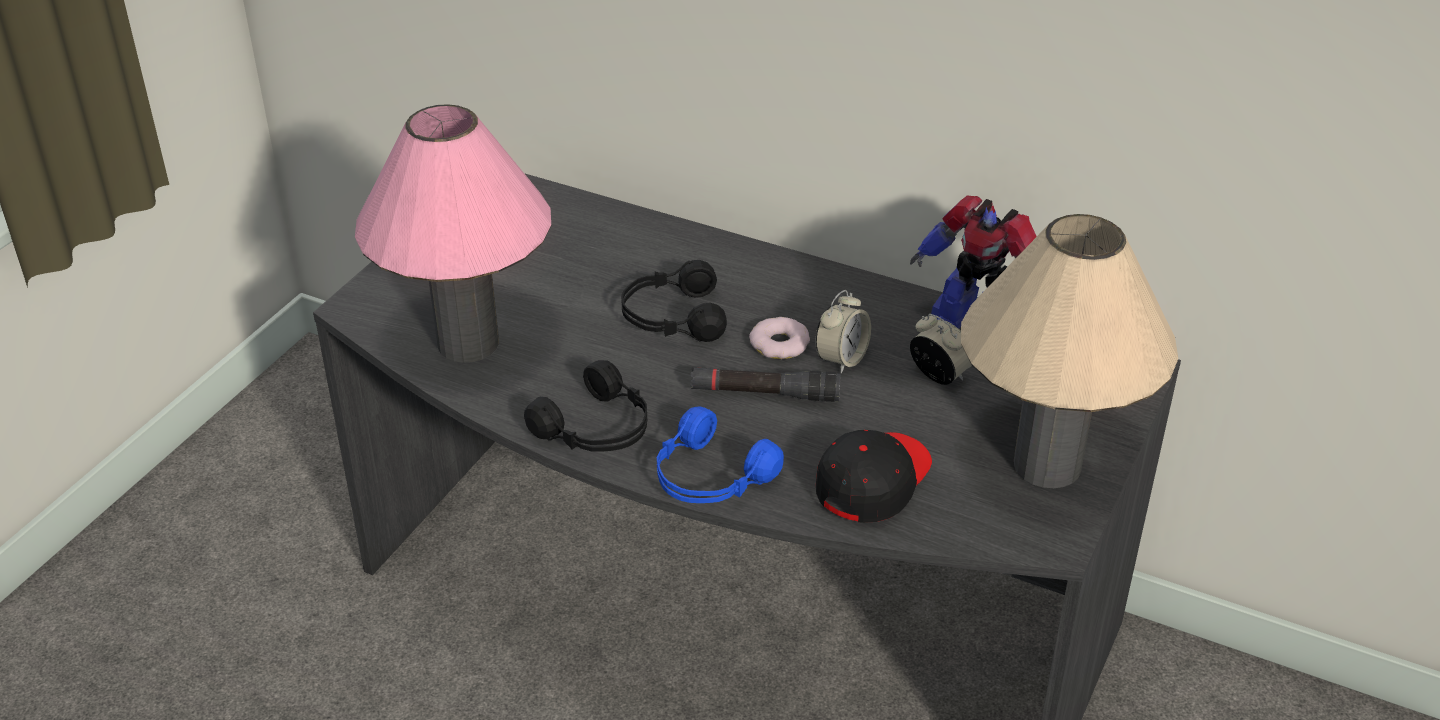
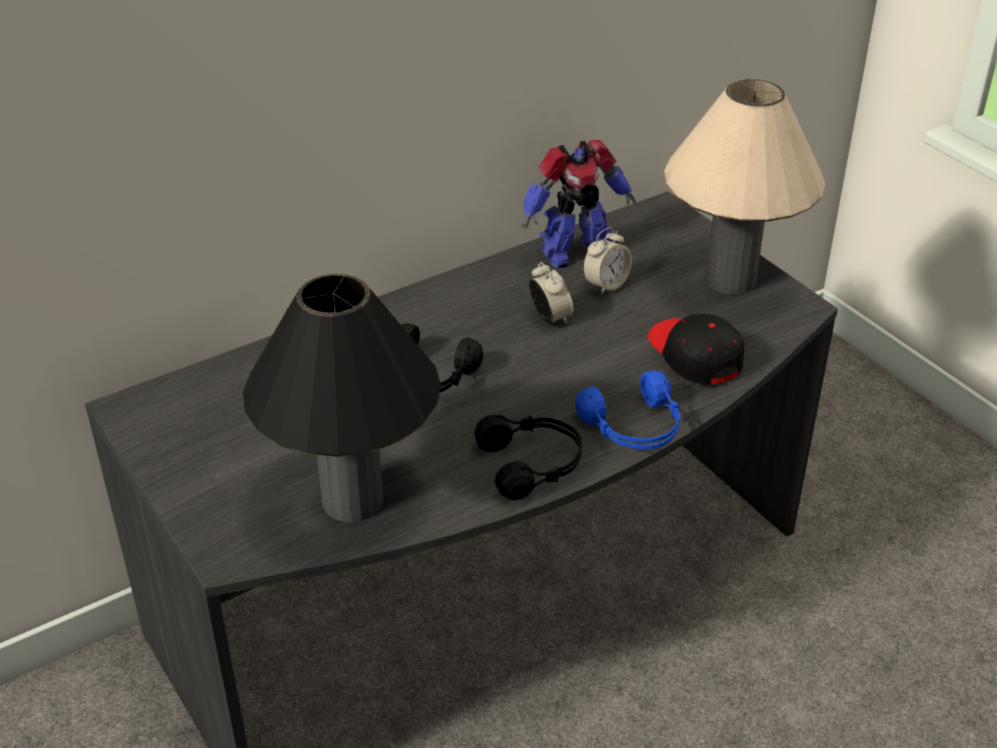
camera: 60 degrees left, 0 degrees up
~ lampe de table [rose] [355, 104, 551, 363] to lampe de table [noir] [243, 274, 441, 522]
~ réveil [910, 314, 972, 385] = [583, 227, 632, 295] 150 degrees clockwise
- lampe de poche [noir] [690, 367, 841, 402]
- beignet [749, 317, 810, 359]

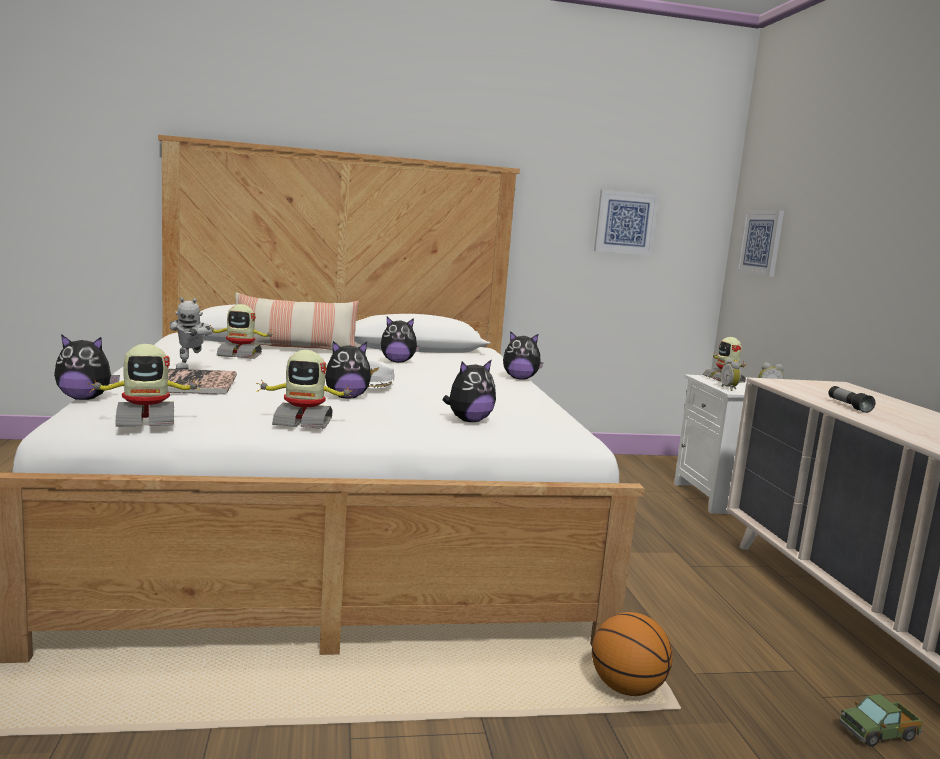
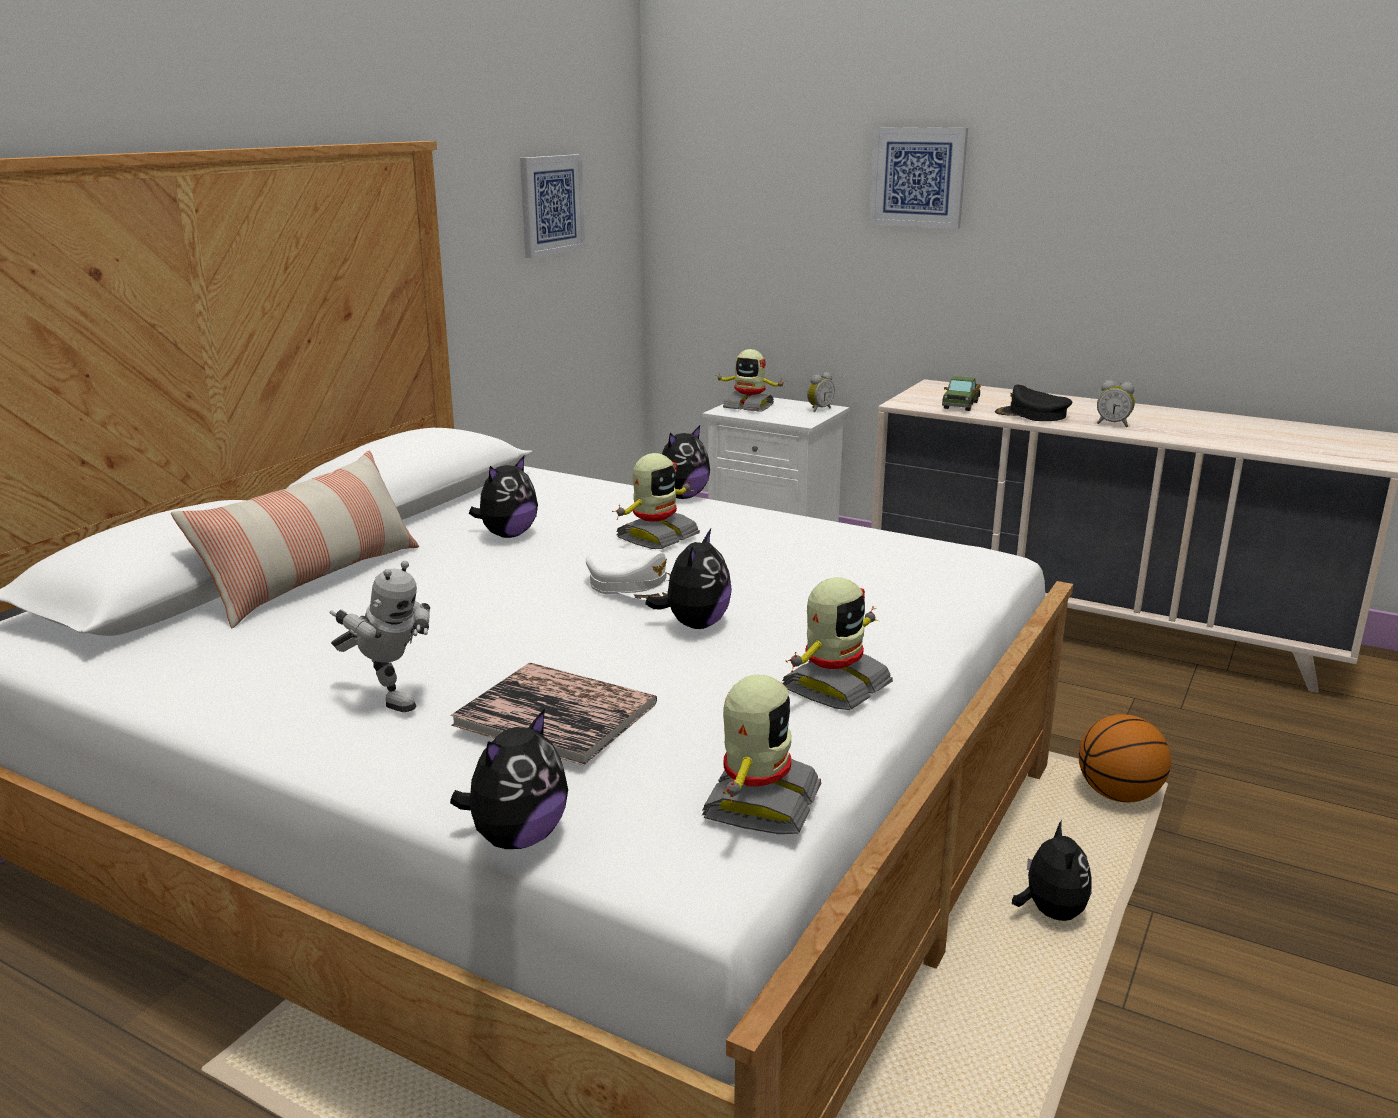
camera: 50 degrees left, 10 degrees up
~ robot jouet [210, 304, 276, 359] to [612, 453, 700, 549]
~ tableau [736, 210, 784, 277] to [869, 127, 968, 229]
~ camion jouet [839, 694, 923, 747] to [942, 376, 981, 411]
~ lampe de poche [829, 386, 876, 413] to casquette [noir] [995, 384, 1072, 421]
~ peluche [443, 359, 496, 422] to [1012, 820, 1092, 921]
~ réveil [721, 359, 741, 391] to [1097, 380, 1135, 427]

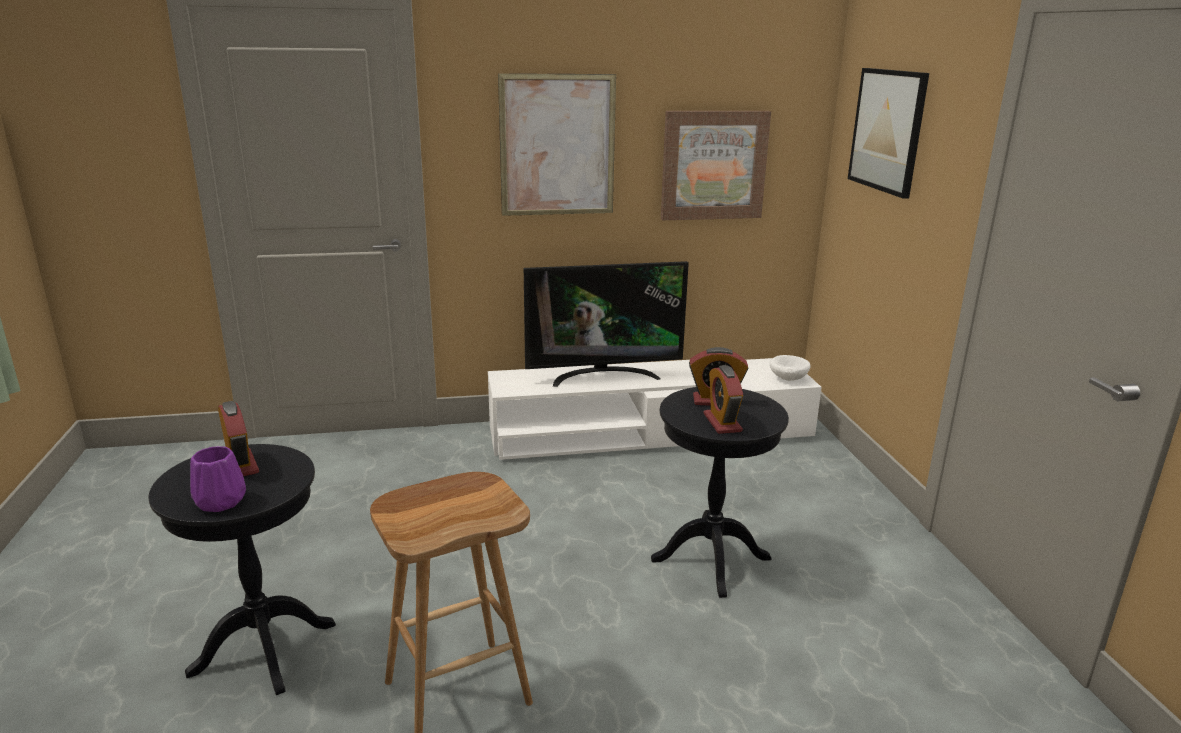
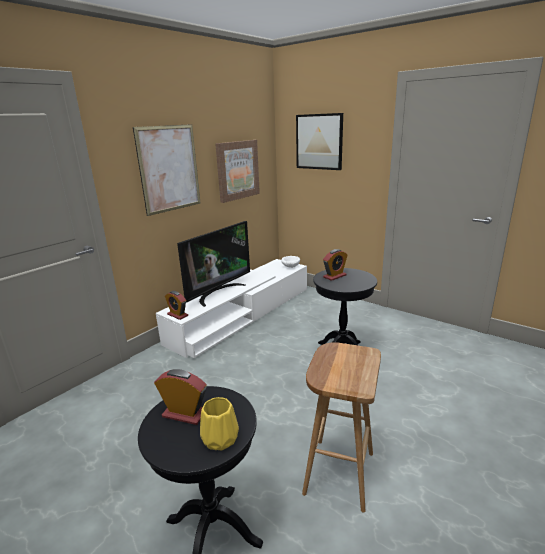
camera: 40 degrees left, 0 degrees up
~ réveil [704, 365, 743, 434] to [165, 291, 188, 320]
~ vase [violet] [190, 446, 246, 512] to vase [jaune] [200, 397, 239, 450]

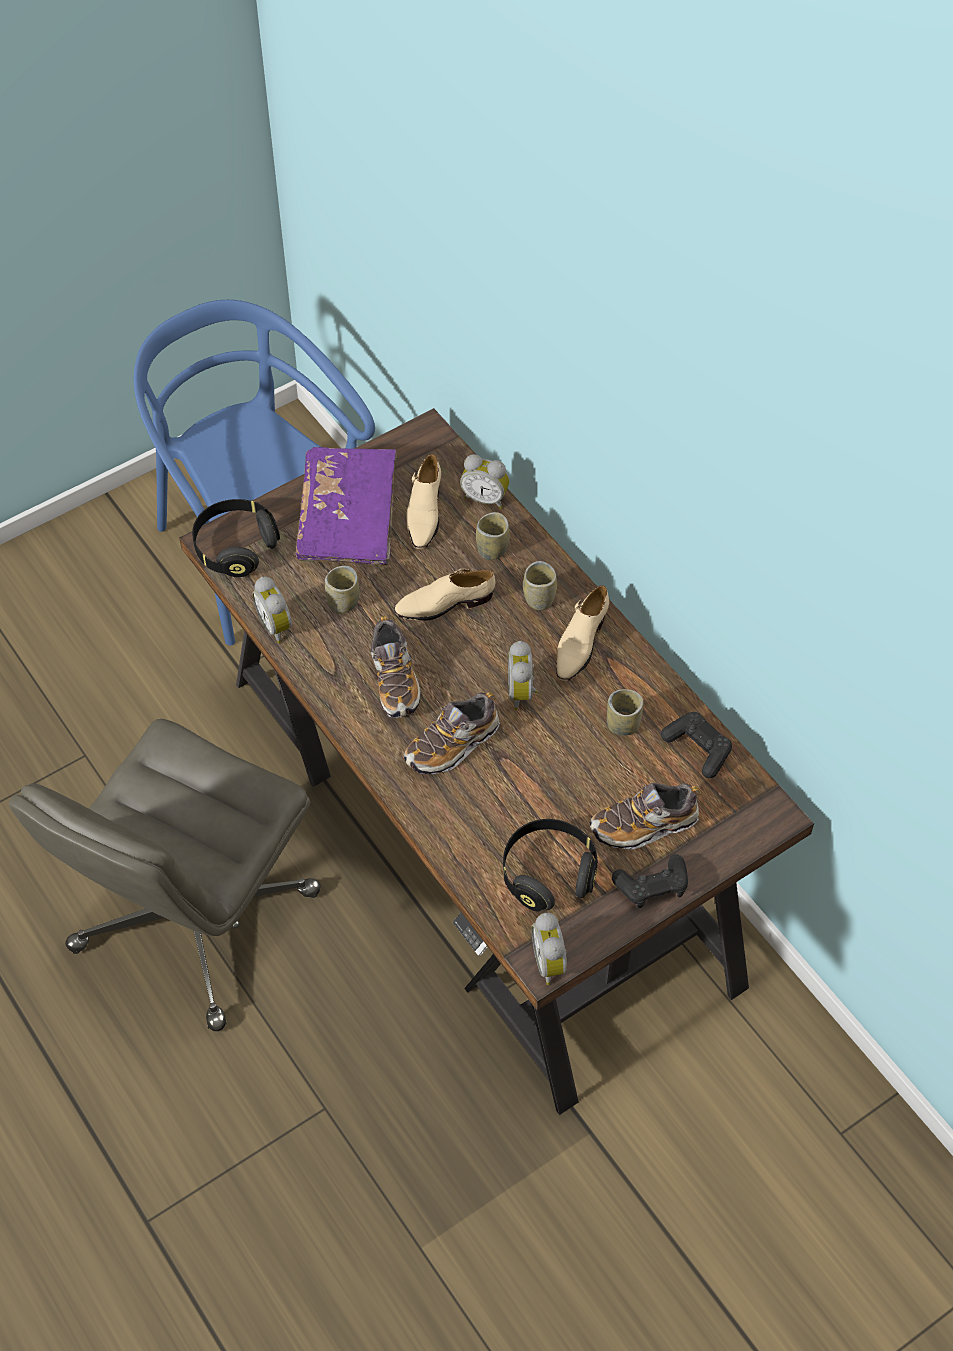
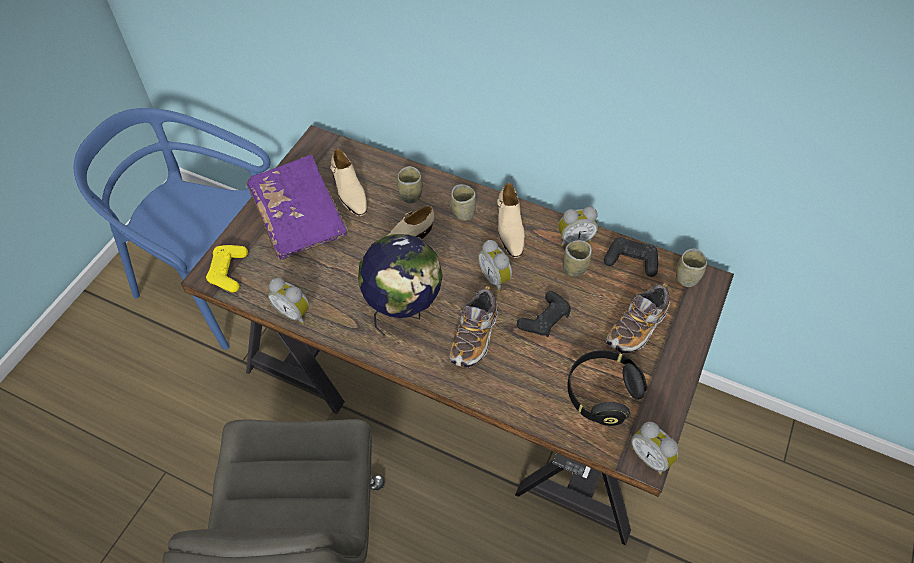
camera: 30 degrees left, 0 degrees up
~ casque audio [noir] [192, 499, 280, 577] to manette [jaune] [206, 245, 248, 292]
~ chaussure [371, 616, 421, 718] to globe [358, 234, 443, 336]
~ manette [noir] [612, 855, 688, 908] to [517, 291, 571, 337]
~ réveil [460, 454, 509, 509] to [558, 207, 598, 246]
~ tasse [325, 566, 359, 614] to [676, 248, 707, 287]

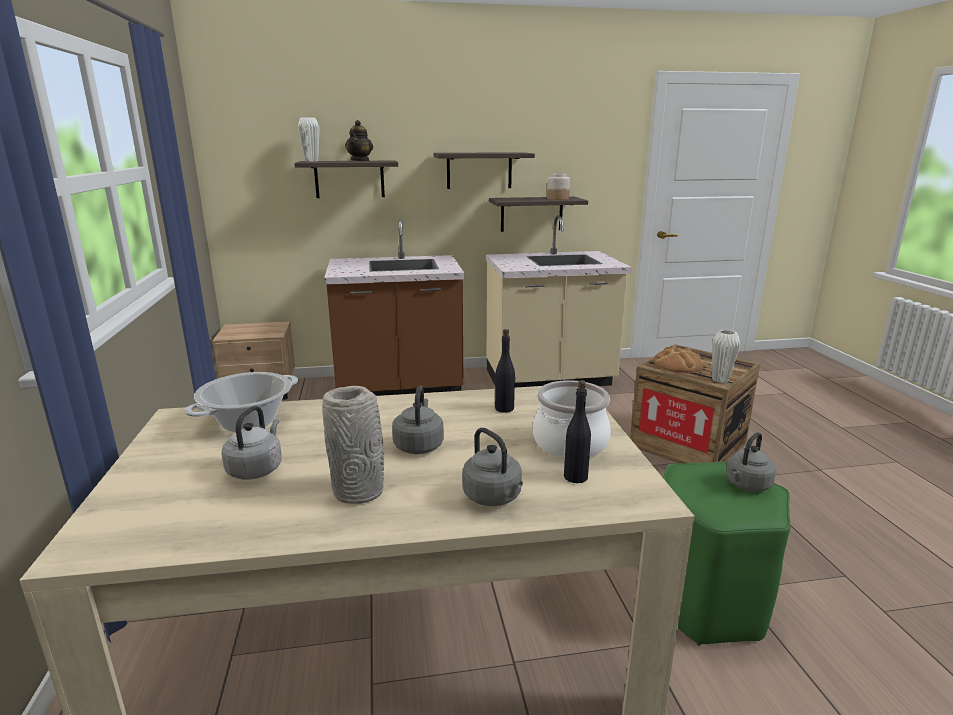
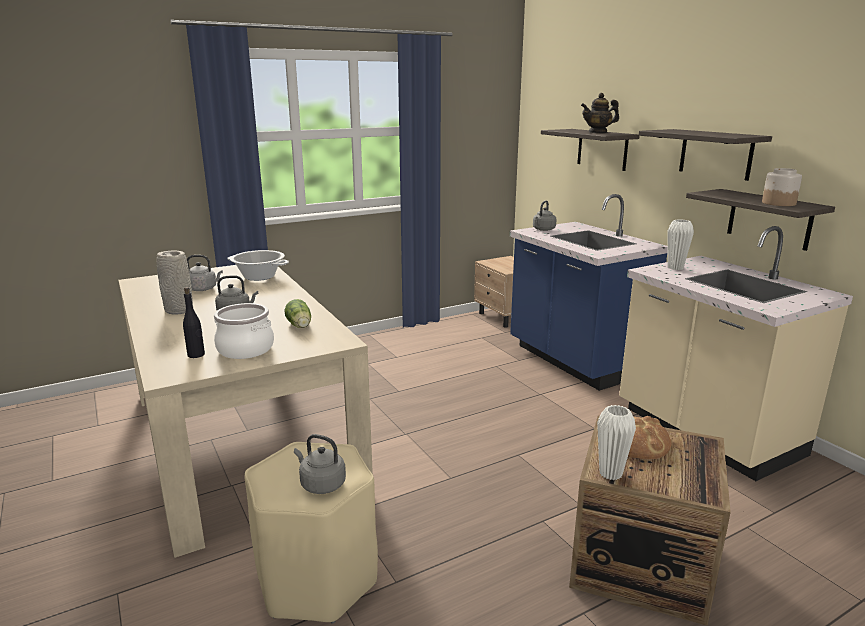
camera: 70 degrees right, 0 degrees up
~ tabouret [vert] [663, 462, 791, 645] to tabouret [beige] [244, 442, 378, 623]
~ bouteille [noir] [495, 329, 516, 413] to laitue [285, 299, 311, 328]
~ comptoir de cuisine [marron] [324, 218, 465, 396] to comptoir de cuisine [bleu] [510, 194, 668, 391]
~ bouilloire [gris] [462, 428, 523, 506] to [533, 201, 557, 231]
~ vase [blanc] [298, 117, 319, 162] to [668, 219, 694, 270]

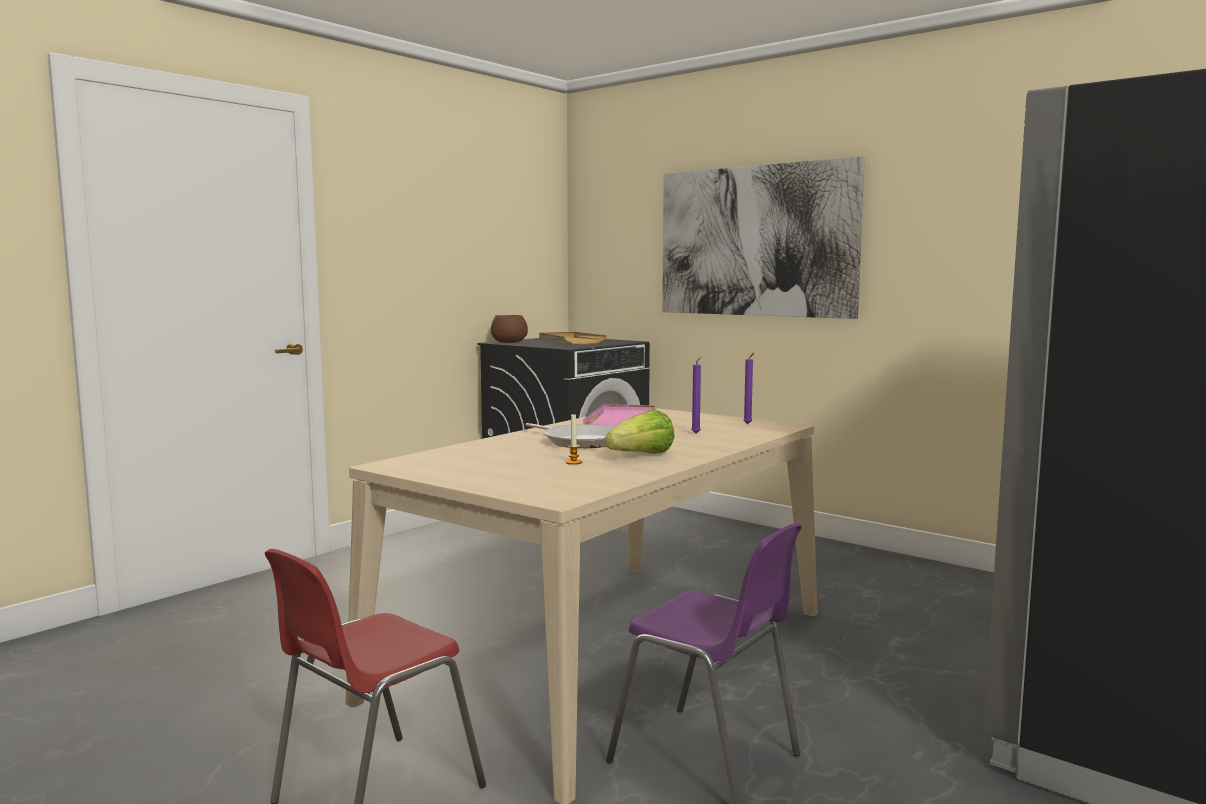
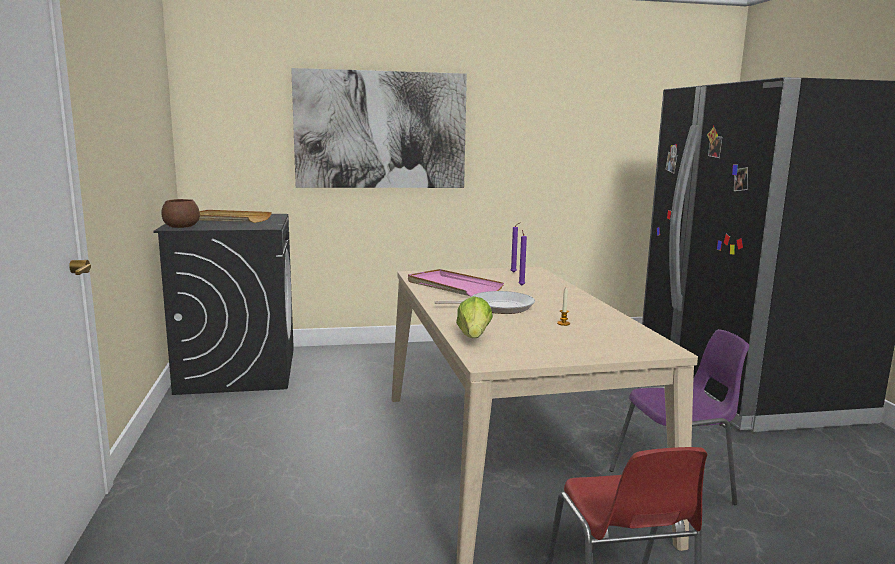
camera: 50 degrees left, 5 degrees up
~ laitue [605, 409, 675, 454] to [456, 296, 493, 338]

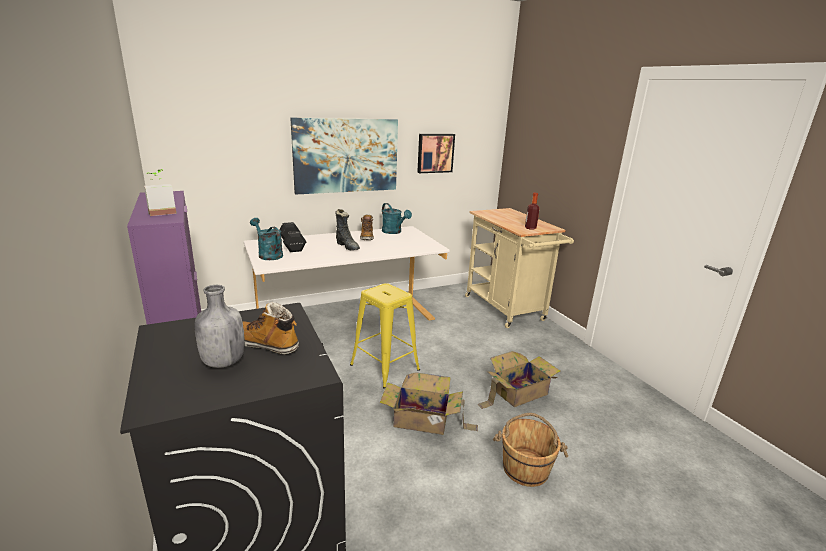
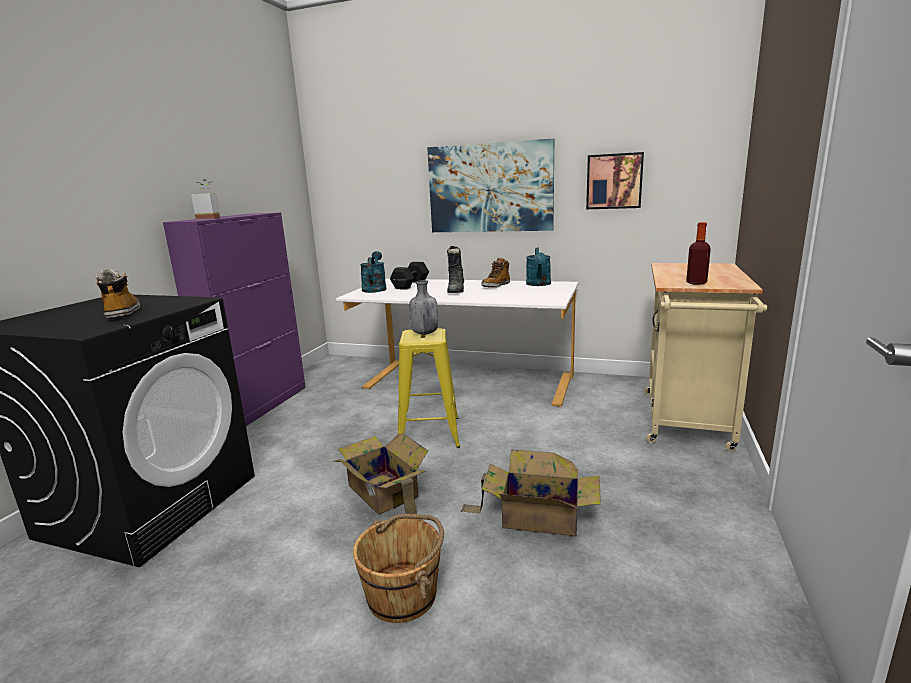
camera: 45 degrees right, 5 degrees down
~ bouteille [gris] [194, 285, 245, 368] to [409, 280, 438, 335]

